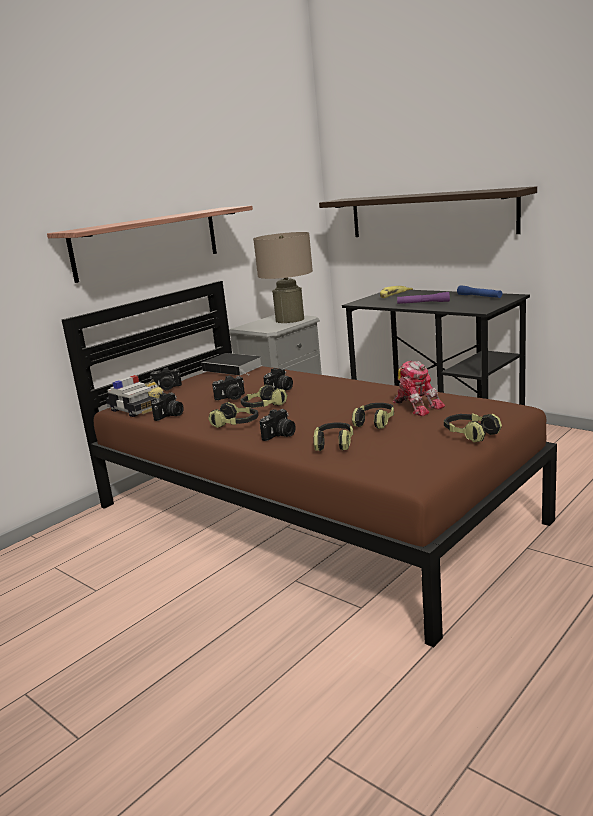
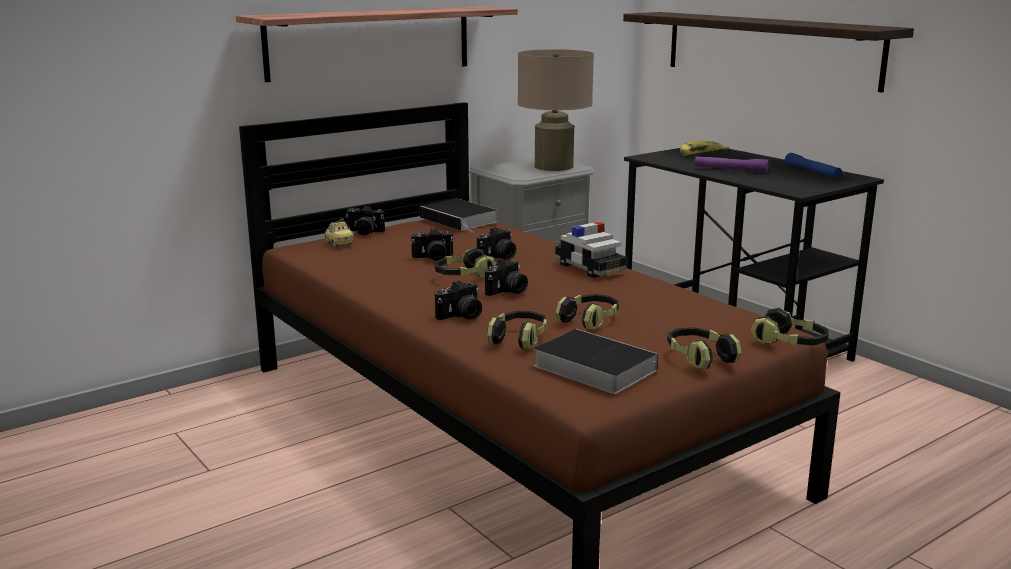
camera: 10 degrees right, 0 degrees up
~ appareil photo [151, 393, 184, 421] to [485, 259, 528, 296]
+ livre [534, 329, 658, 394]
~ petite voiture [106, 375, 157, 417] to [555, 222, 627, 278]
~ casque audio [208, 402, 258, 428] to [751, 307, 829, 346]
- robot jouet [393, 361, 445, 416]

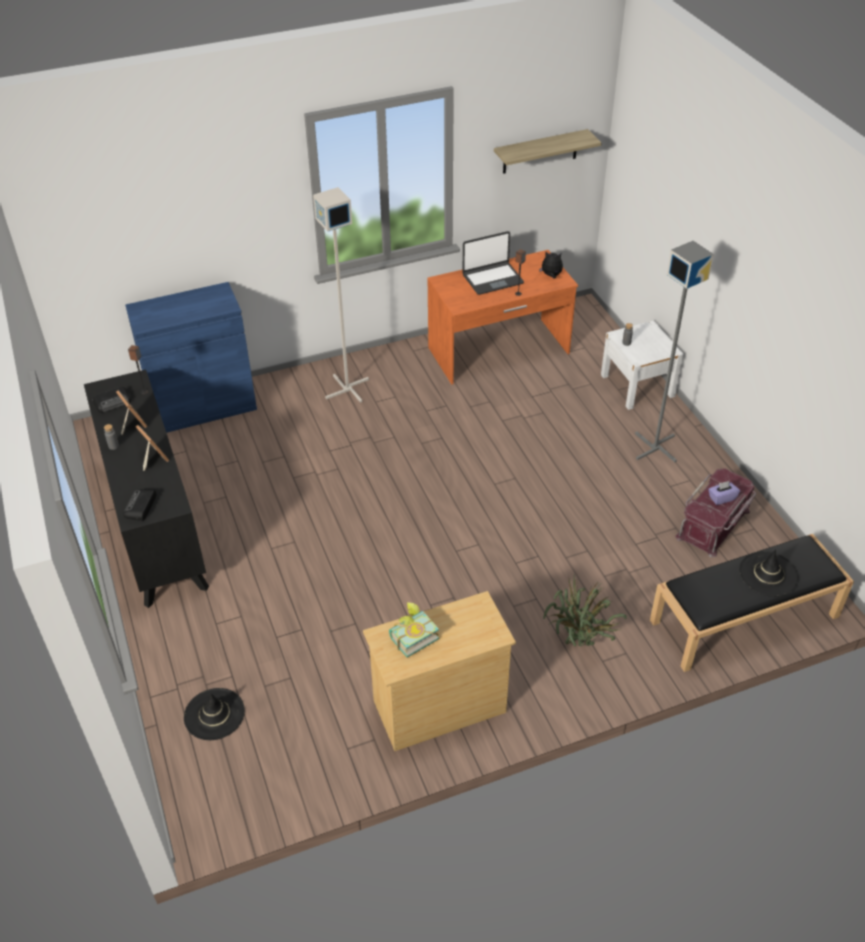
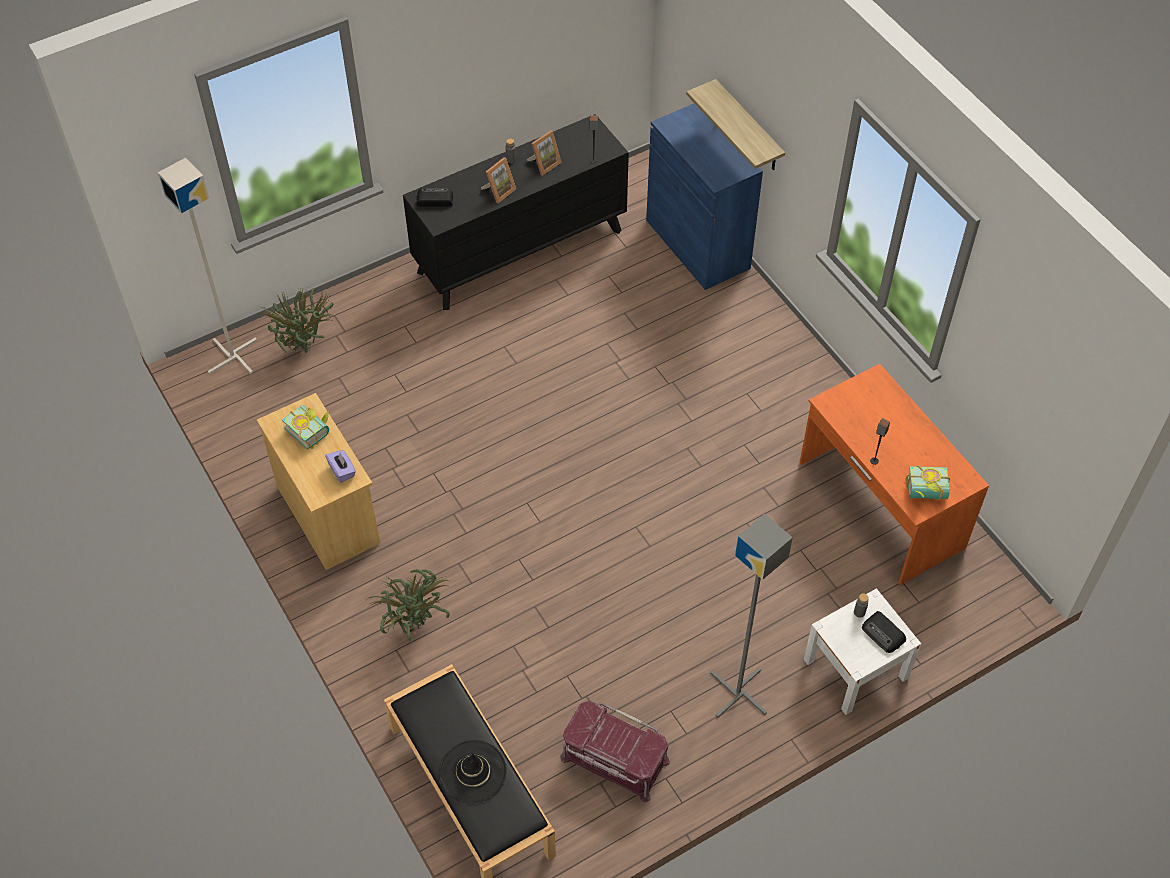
camera: 80 degrees right, 10 degrees up
~ lampadaire [gris] [313, 187, 369, 403] to [158, 158, 257, 374]
~ chapeau [noir] [184, 688, 245, 740] to plante en pot [260, 288, 334, 353]
~ boîte à mouchoirs [violet] [708, 481, 740, 505] to [325, 450, 356, 483]
~ étagère [494, 129, 602, 174] to [686, 79, 785, 170]
~ radio [93, 387, 131, 413] to [862, 611, 906, 653]
~ peluche [539, 252, 563, 279] to livre [905, 465, 950, 500]
- ordinateur portable [462, 231, 524, 295]

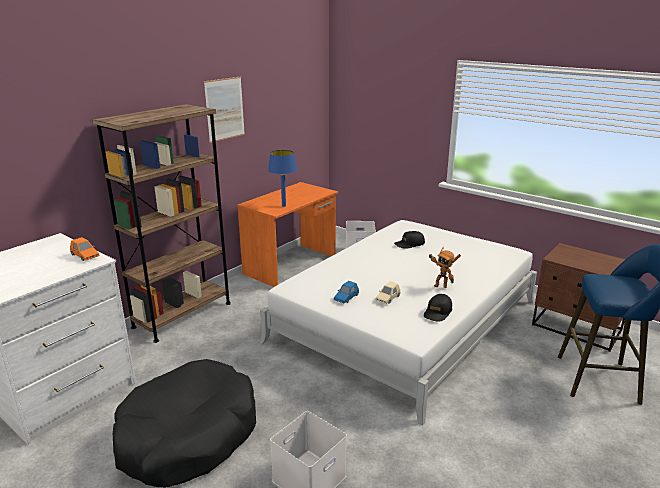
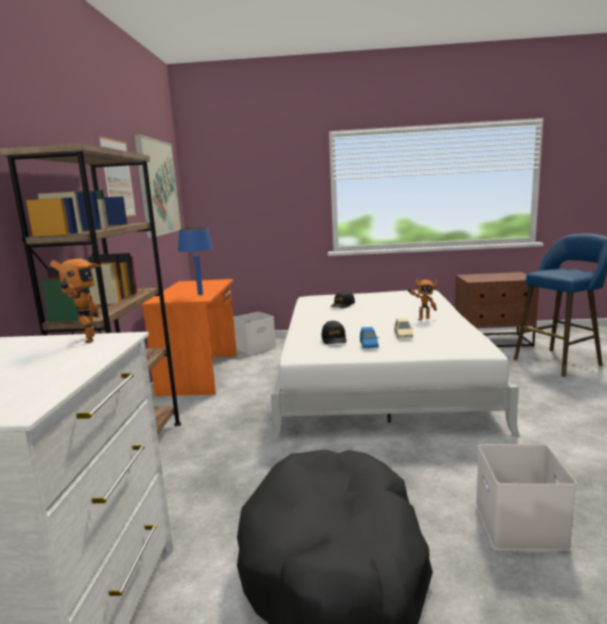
camera: 35 degrees left, 10 degrees down
~ petite voiture [orange] [70, 237, 100, 261] to robot jouet [50, 258, 100, 343]
+ tableau [134, 134, 181, 238]
~ casquette [noir] [424, 294, 452, 321] to [321, 321, 347, 344]

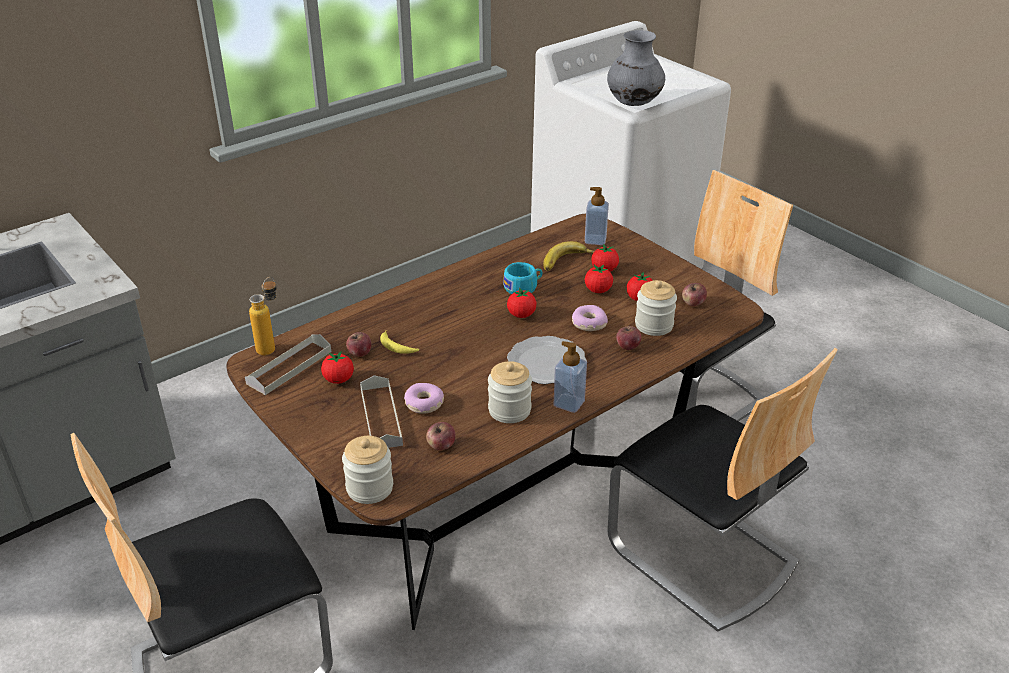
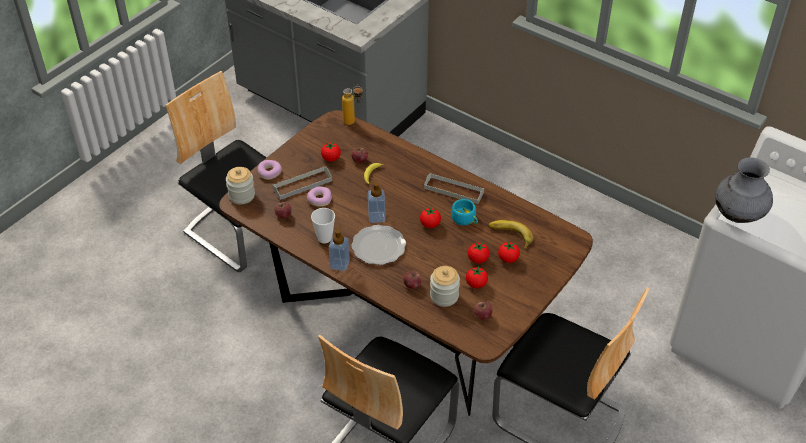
camera: 75 degrees right, 10 degrees up
~ beignet [572, 305, 608, 331] to [257, 160, 282, 180]
~ bocal [488, 361, 532, 423] to tasse [311, 208, 335, 243]
~ distributeur de savon [585, 187, 609, 245] to [368, 180, 386, 223]
~ plateau [gris] [245, 334, 331, 395] to [424, 173, 484, 204]

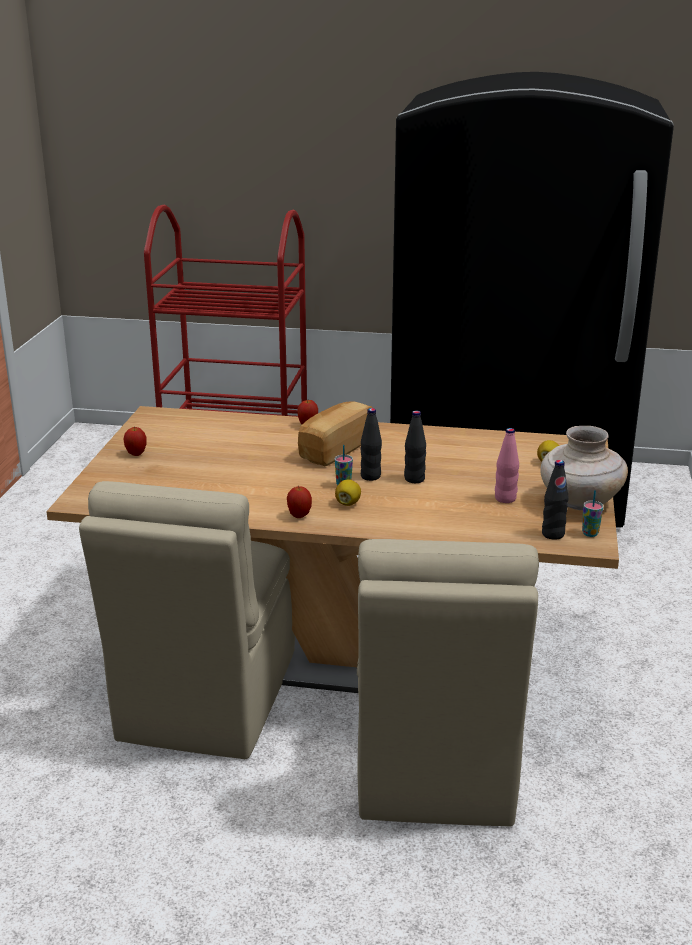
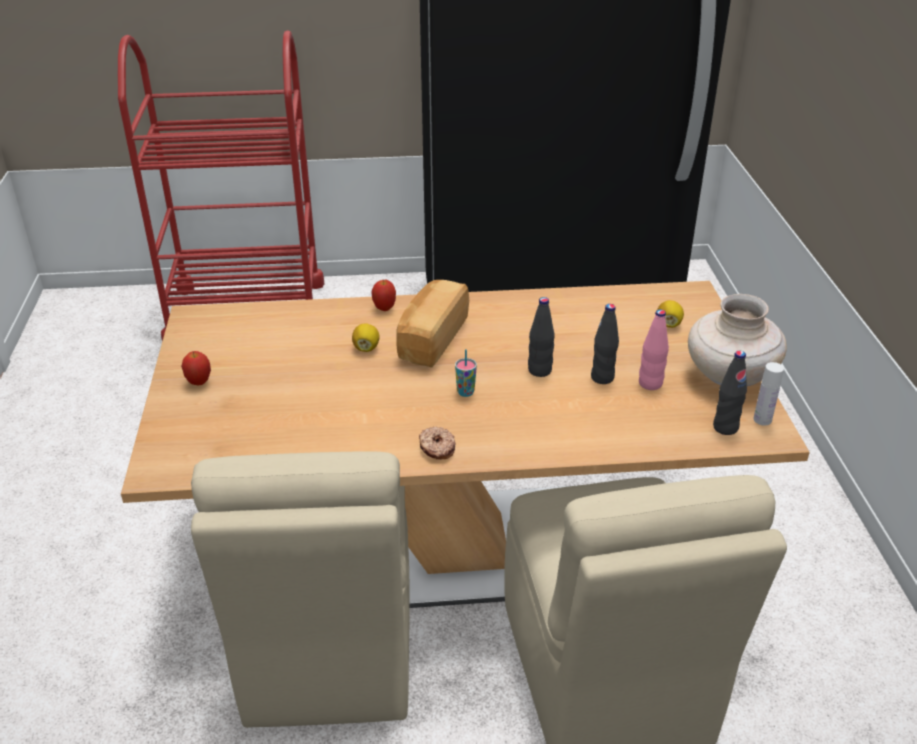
camera: 15 degrees left, 10 degrees up
~ citron [335, 480, 361, 506] to [352, 323, 380, 352]
~ pomme [287, 486, 312, 518] to beignet [419, 427, 455, 460]
~ bouteille [noir] [361, 408, 382, 481] to [591, 304, 619, 384]
~ tasse [582, 490, 604, 537] to bouteille [blanc] [753, 362, 784, 426]

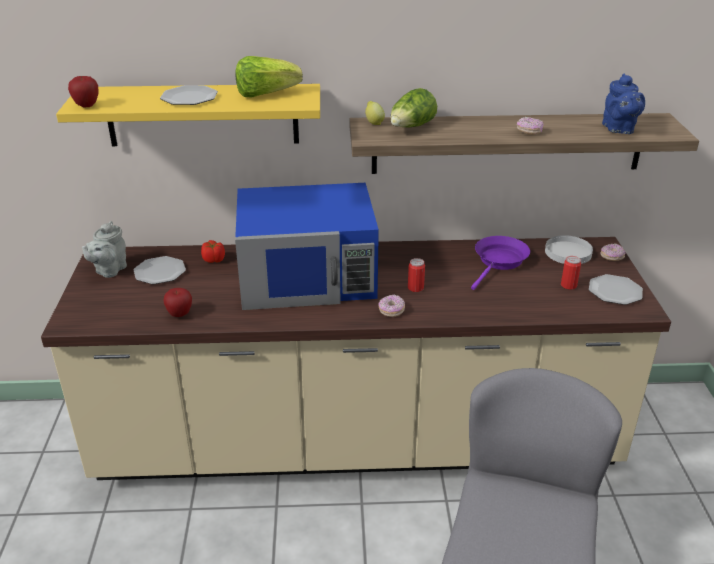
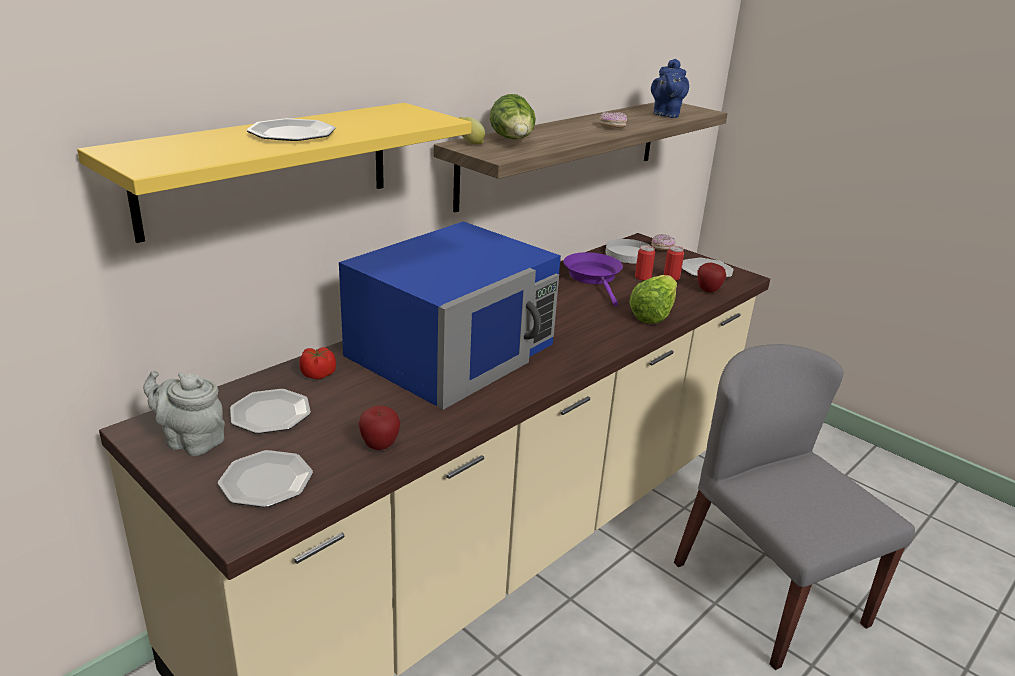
camera: 45 degrees left, 5 degrees down
~ théière [gris] [82, 221, 127, 278] = [143, 371, 225, 456] 135 degrees clockwise
+ assiette [218, 450, 313, 507]
~ laitue [235, 56, 303, 97] to [629, 275, 677, 324]
~ boîte métallique [408, 258, 425, 292] to [635, 245, 655, 281]
~ théière [bleu] [602, 73, 645, 134] = [651, 59, 689, 118] 60 degrees clockwise
~ pomme [68, 76, 99, 107] to [697, 263, 726, 292]
- beignet [378, 295, 405, 317]

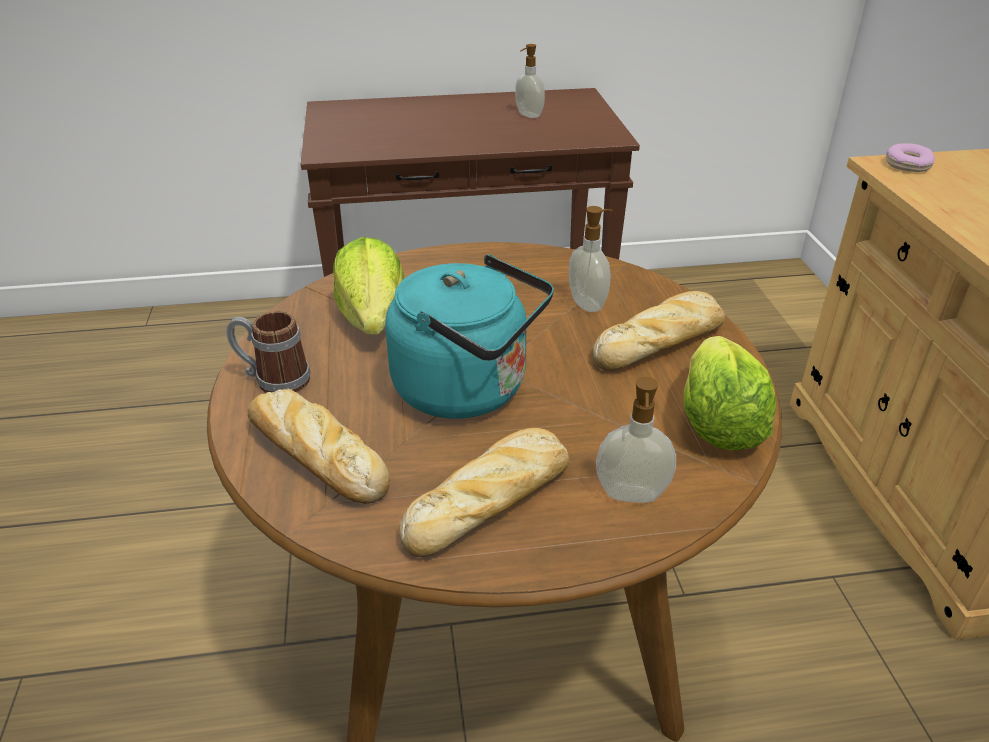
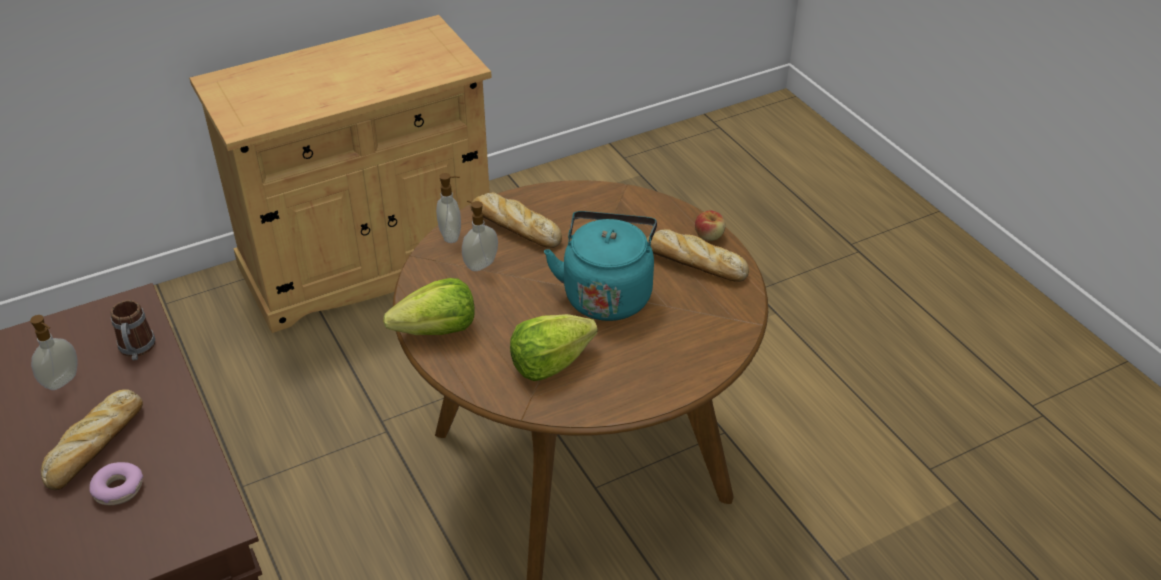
camera: 110 degrees left, 5 degrees up
~ pain [248, 388, 390, 504] to [41, 389, 143, 490]
~ beignet [886, 143, 935, 172] to [89, 462, 143, 505]
~ mug [226, 311, 311, 393] to [110, 300, 156, 361]
~ laitue [684, 336, 776, 450] to [383, 278, 475, 335]
~ distributeur de savon [596, 377, 676, 503] to [436, 173, 461, 243]
+ pomme [695, 210, 726, 241]

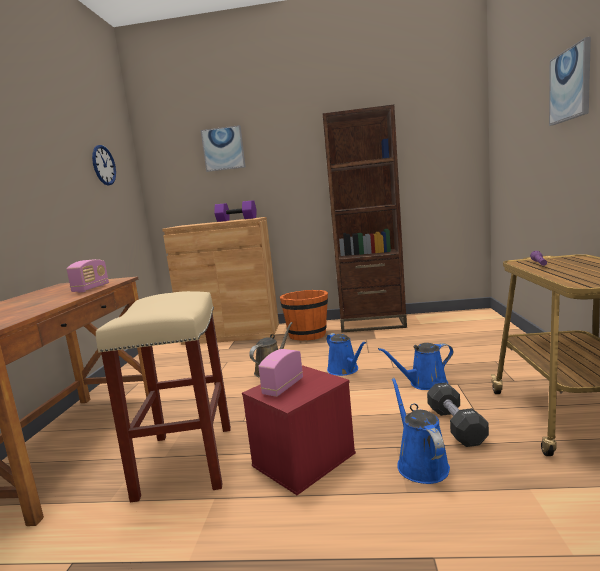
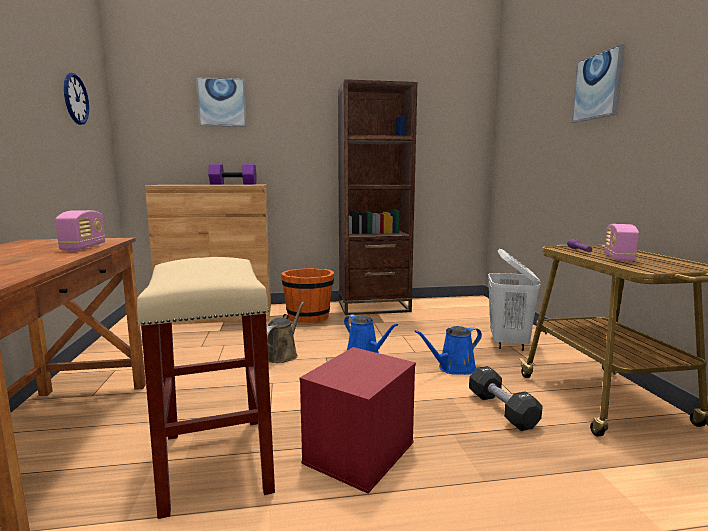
camera: 15 degrees left, 0 degrees up
+ panier à linge [blanc] [488, 249, 540, 351]
~ radio [258, 349, 303, 397] to [604, 224, 639, 262]
- arrosoir [bleu] [392, 378, 450, 484]

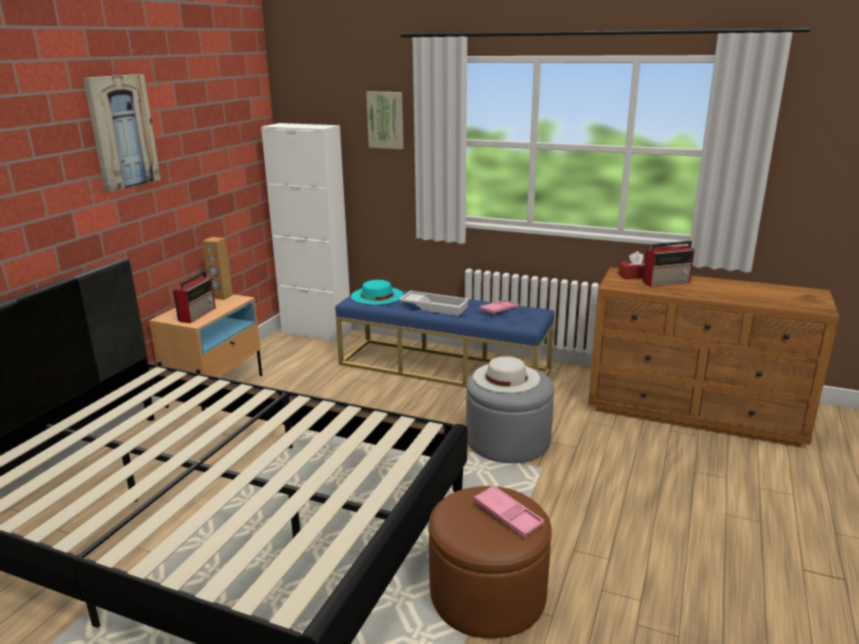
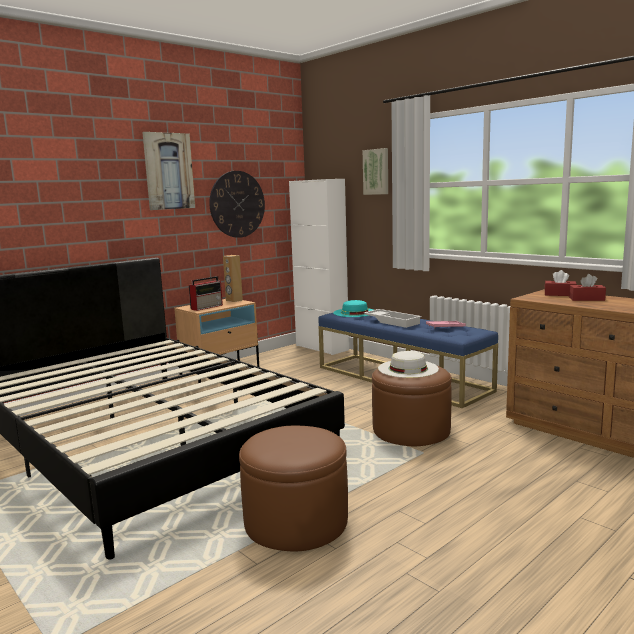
camera: 25 degrees right, 10 degrees down
+ horloge murale [209, 171, 265, 238]
~ pouf [gris] [466, 367, 554, 463] to pouf [marron] [372, 366, 452, 446]
~ radio [643, 241, 695, 287] to boîte à mouchoirs [rouge] [569, 274, 606, 301]
- plateau [rose] [474, 485, 544, 537]

